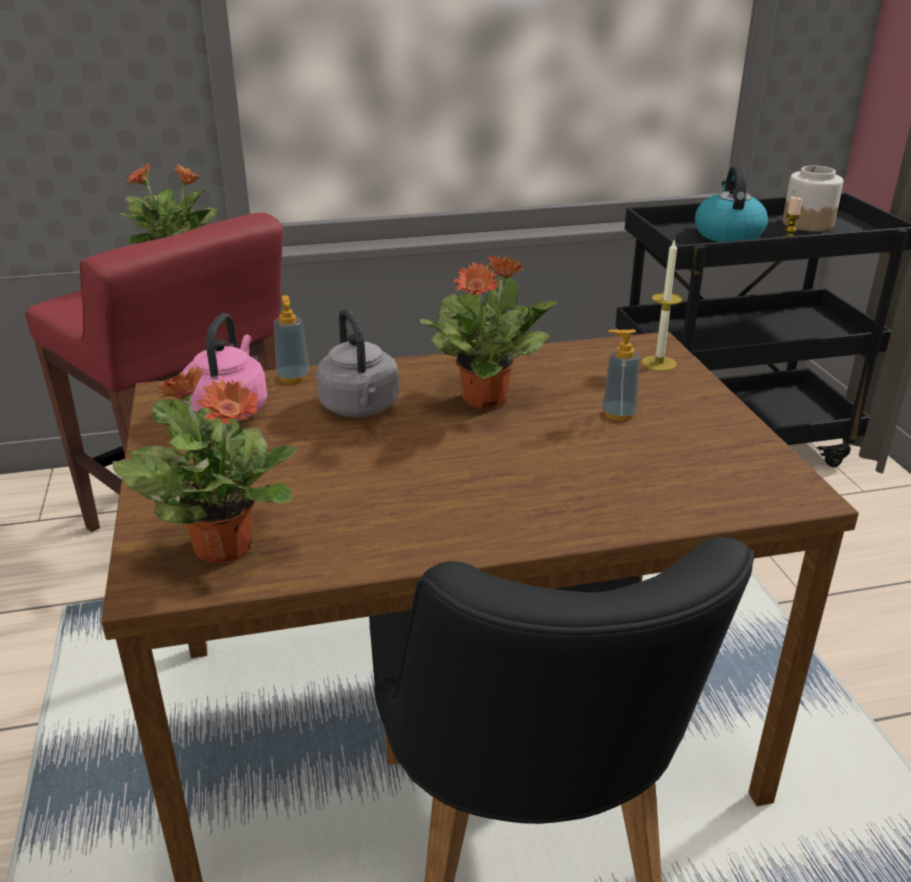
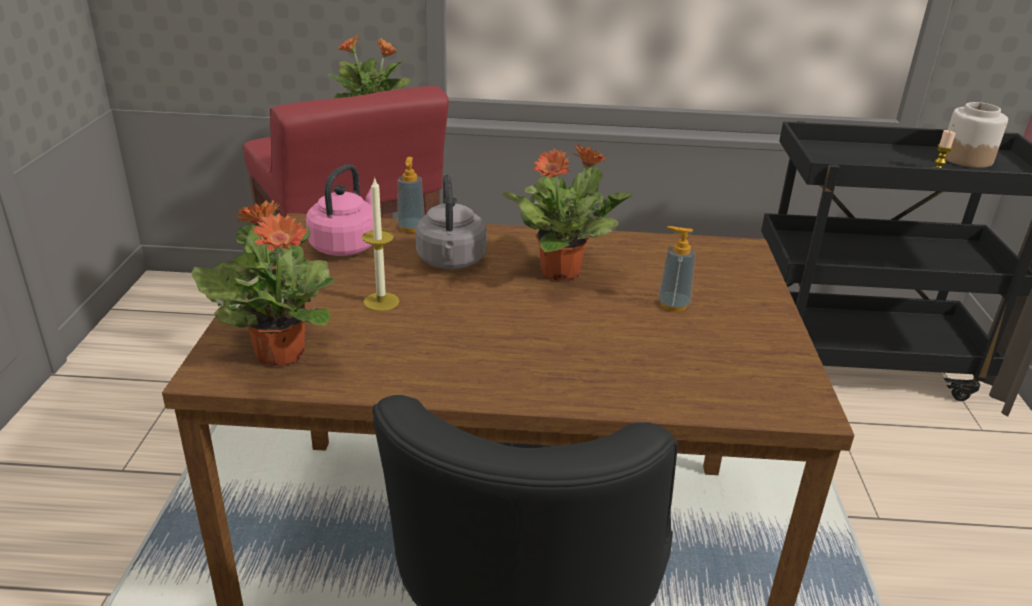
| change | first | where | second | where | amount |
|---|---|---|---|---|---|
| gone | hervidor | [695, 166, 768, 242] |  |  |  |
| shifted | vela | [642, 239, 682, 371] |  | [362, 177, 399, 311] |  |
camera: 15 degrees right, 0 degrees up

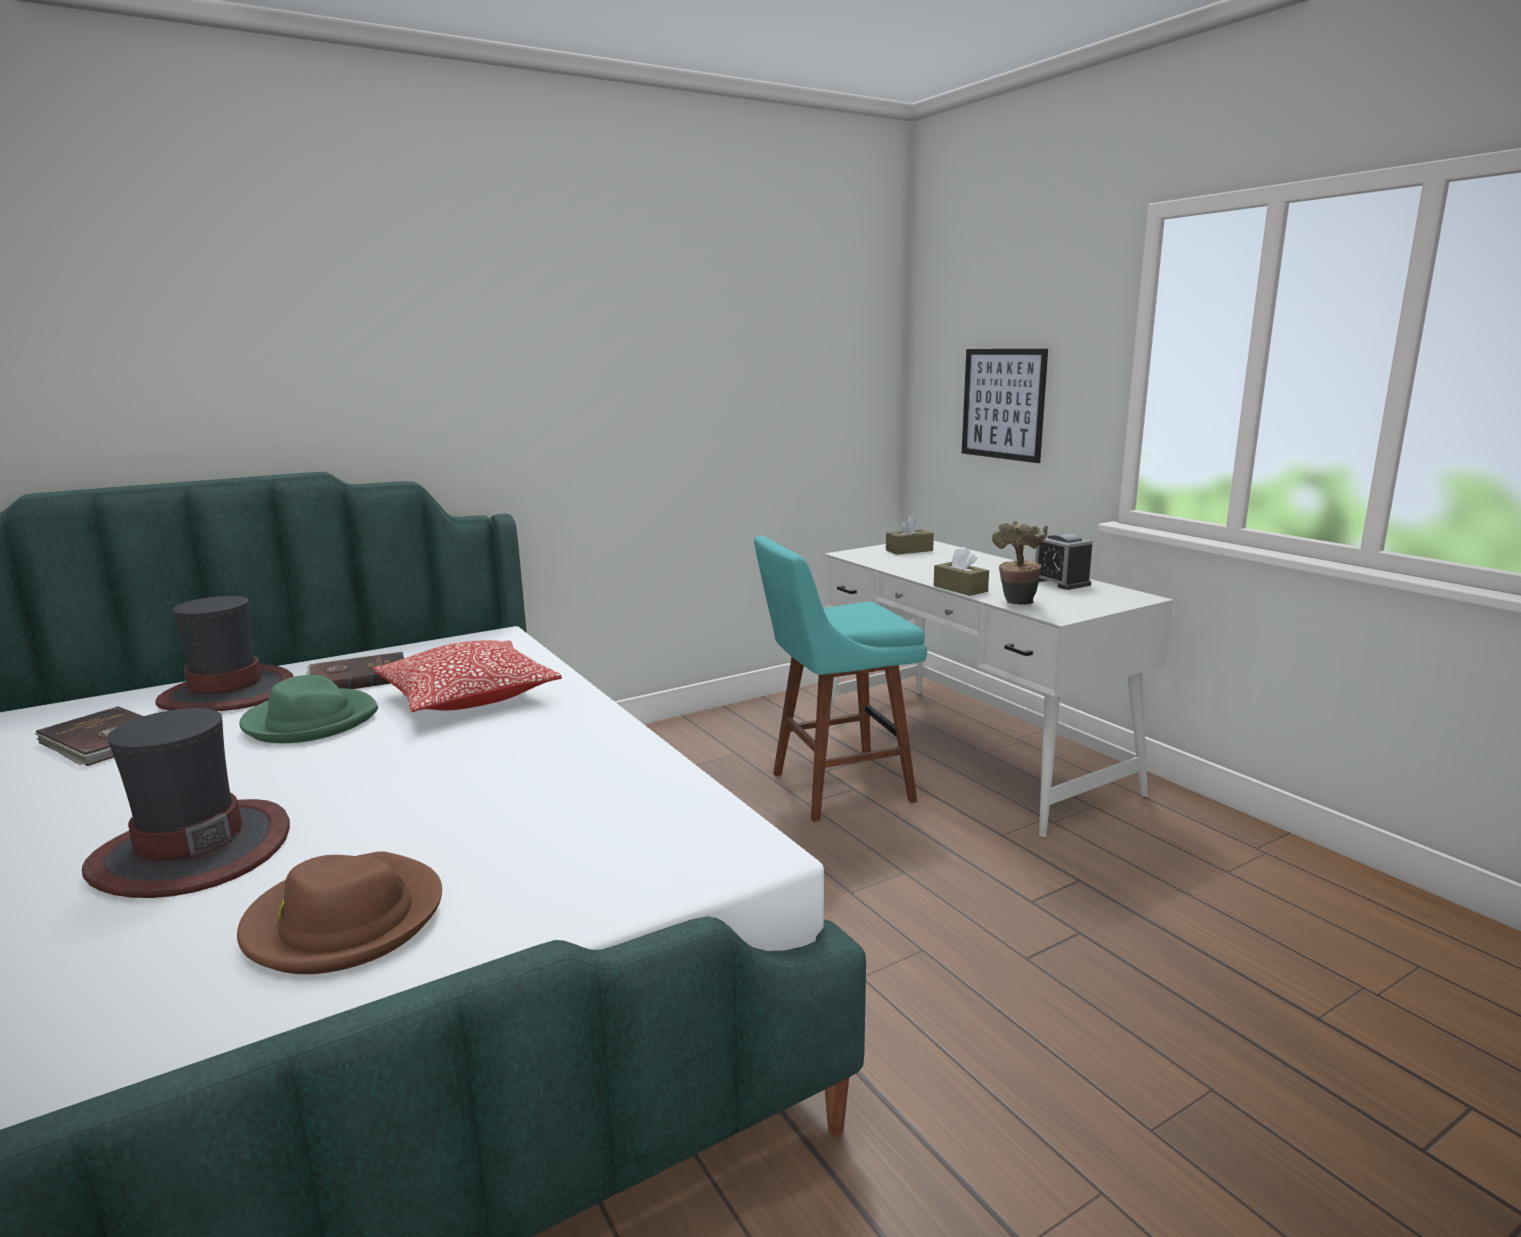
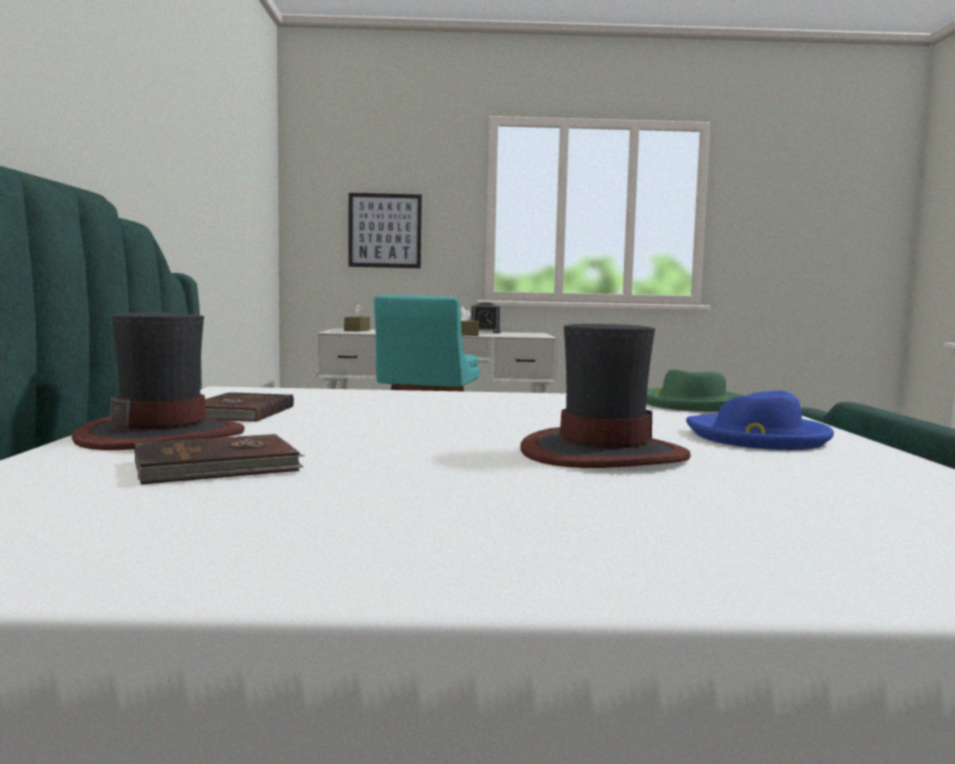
| change | first | where | second | where | amount |
|---|---|---|---|---|---|
| gone | cojín | [373, 640, 562, 712] |  |  |  |
| gone | planta en maceta | [992, 520, 1048, 605] |  |  |  |
| shifted | sombrero (verde) | [239, 675, 378, 743] |  | [646, 370, 745, 412] |  |
| repainted | sombrero (marrón) | [237, 851, 442, 974] | sombrero (azul) | [686, 391, 834, 450] |  |
camera: 60 degrees left, 10 degrees down

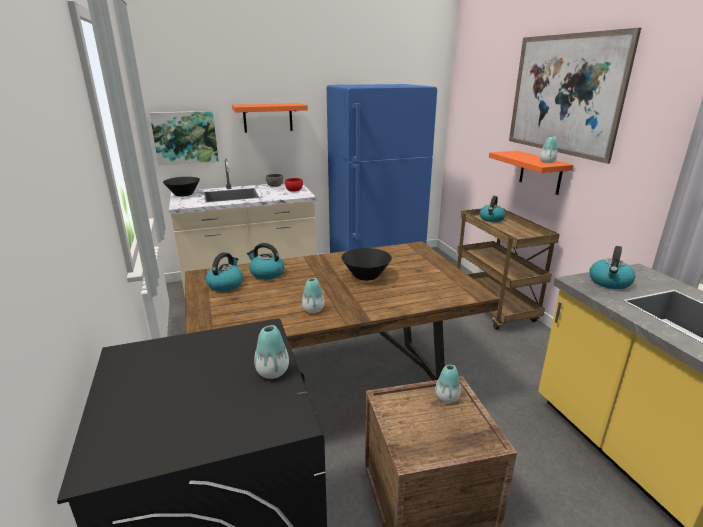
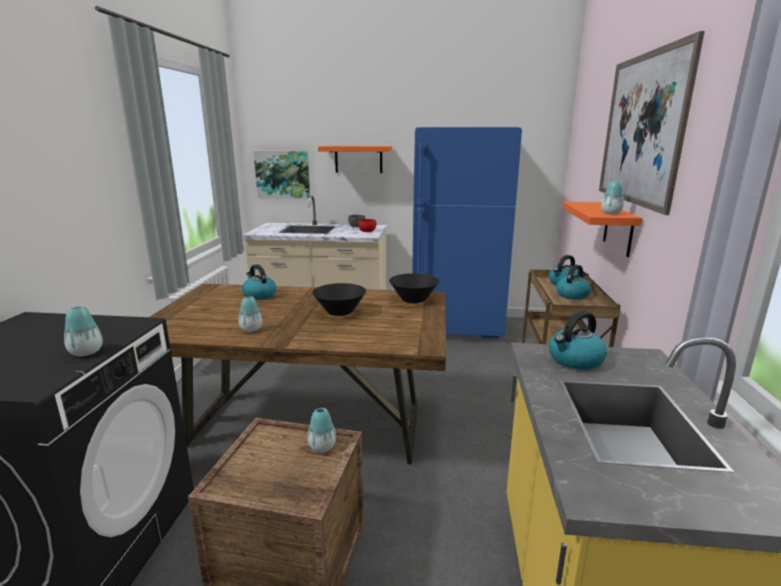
| change | first | where | second | where | amount |
|---|---|---|---|---|---|
| shifted | cuenco (negro) | [163, 177, 200, 197] |  | [389, 273, 439, 303] |  |
| shifted | hervidor | [206, 252, 243, 292] |  | [556, 265, 591, 300] |  |
camera: 25 degrees right, 5 degrees down

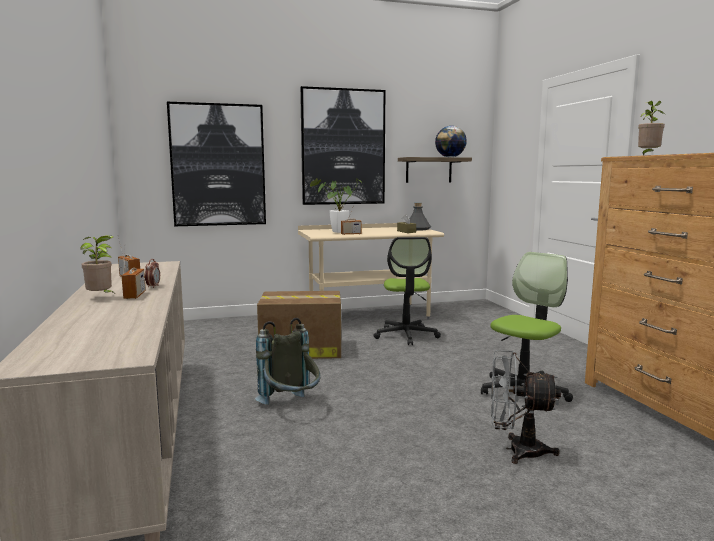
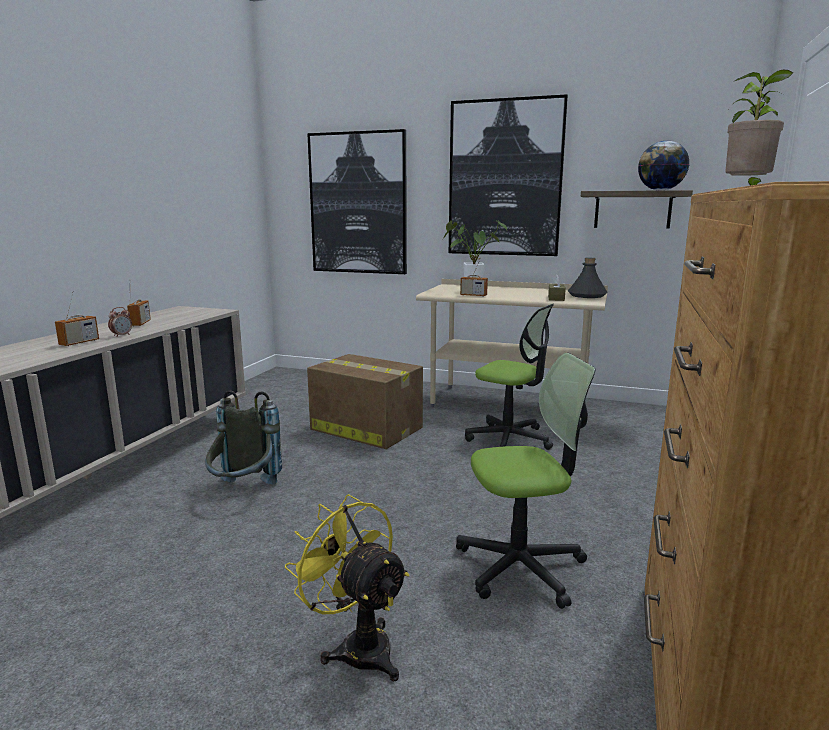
| change | first | where | second | where | amount |
|---|---|---|---|---|---|
| gone | planta en maceta | [80, 235, 114, 293] |  |  |  |
| repainted | ventilador (gris) | [491, 350, 561, 464] | ventilador (amarillo) | [285, 494, 409, 682] |  |
| rotated | silla de oficina | [373, 237, 441, 345] |  | [465, 304, 554, 450] | 90 degrees counterclockwise |
camera: 35 degrees right, 5 degrees up

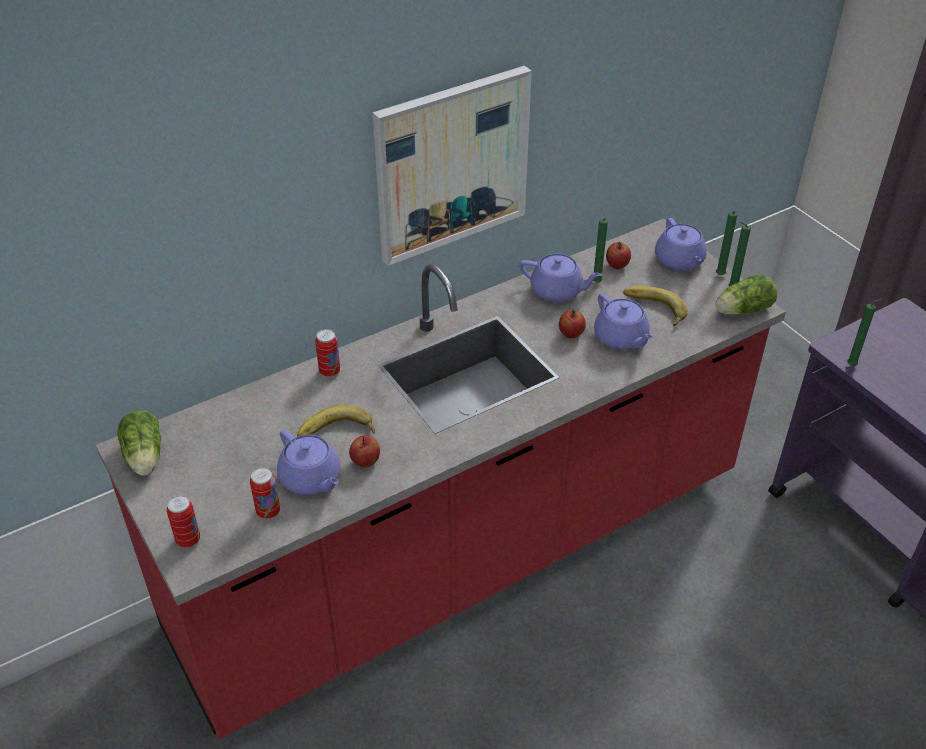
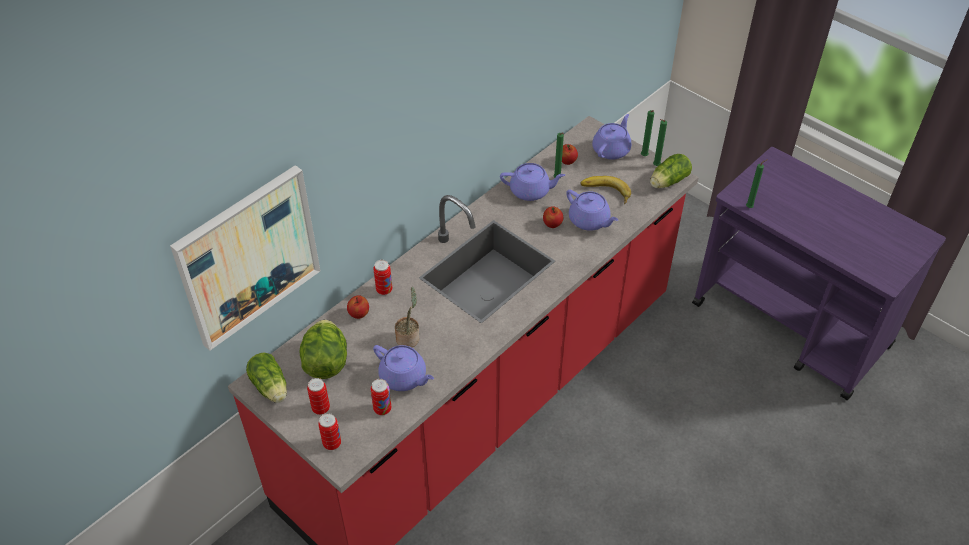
| change | first | where | second | where | amount |
|---|---|---|---|---|---|
| new |  |  | lechuga | [299, 320, 347, 379] |  |
| new |  |  | lata | [307, 378, 330, 415] |  |
| shifted | manzana | [349, 435, 380, 467] |  | [347, 295, 369, 319] |  |
| shifted | cuadro | [373, 66, 532, 266] |  | [170, 165, 320, 351] |  |
| swapped | plátano | [297, 405, 375, 437] | planta en maceta | [395, 287, 419, 348] |  |
| rotated | tetera (morado) | [655, 218, 707, 271] |  | [592, 114, 631, 160] | 120 degrees counterclockwise |
camera: 15 degrees left, 5 degrees up

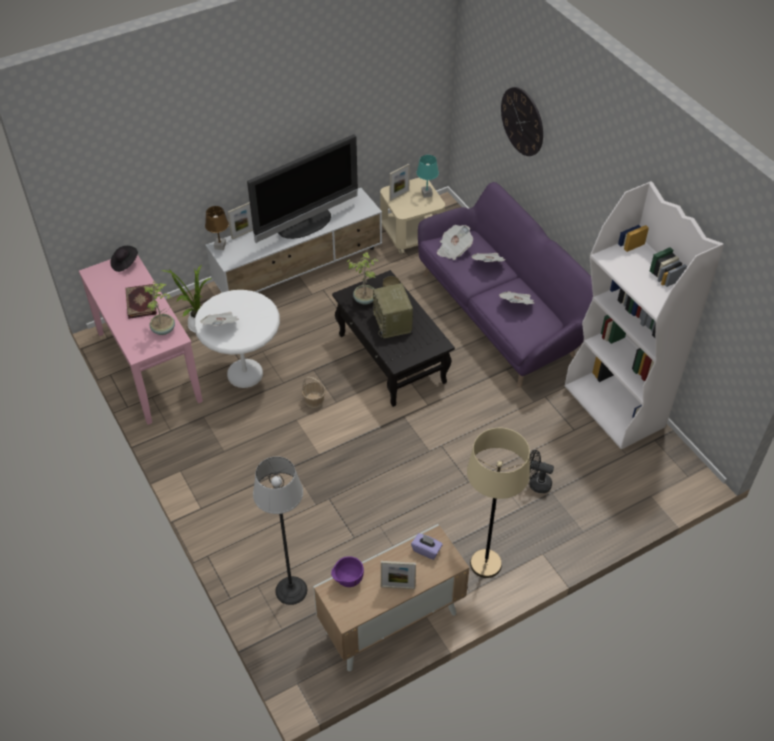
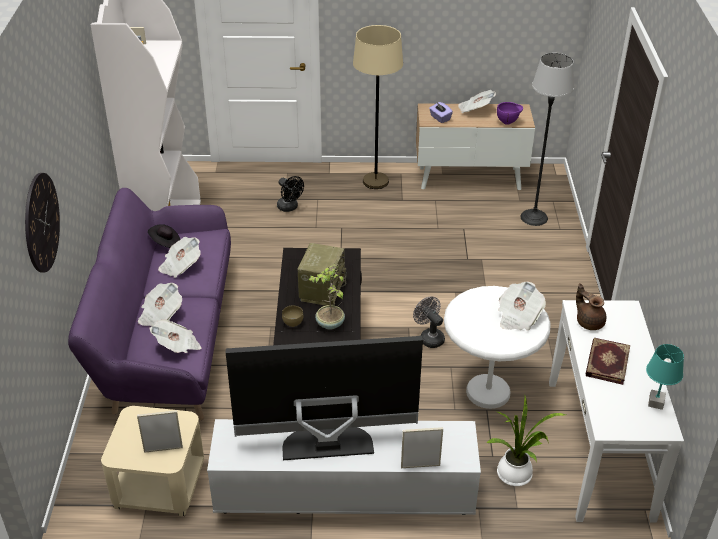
| change | first | where | second | where | amount |
|---|---|---|---|---|---|
| gone | lámpara de mesa (marrón) | [205, 206, 229, 250] |  |  |  |
| shifted | sombrero (negro) | [110, 246, 138, 272] |  | [148, 224, 180, 248] |  |
| shifted | lámpara de mesa (turquesa) | [416, 155, 439, 198] |  | [646, 344, 684, 410] |  |
| swapped | planta en maceta | [144, 281, 175, 335] | tetera (marrón) | [576, 283, 606, 330] |  |
| swapped | cesta | [302, 377, 326, 408] | ventilador (gris) | [413, 296, 445, 348] |  |
| swapped | portarretratos | [381, 561, 416, 589] | periódico | [458, 90, 496, 113] |  |
| repainted | mesa consola (rosa) | [79, 255, 203, 425] | mesa consola (blanco) | [549, 300, 684, 523] |  |
camera: 150 degrees left, 10 degrees down

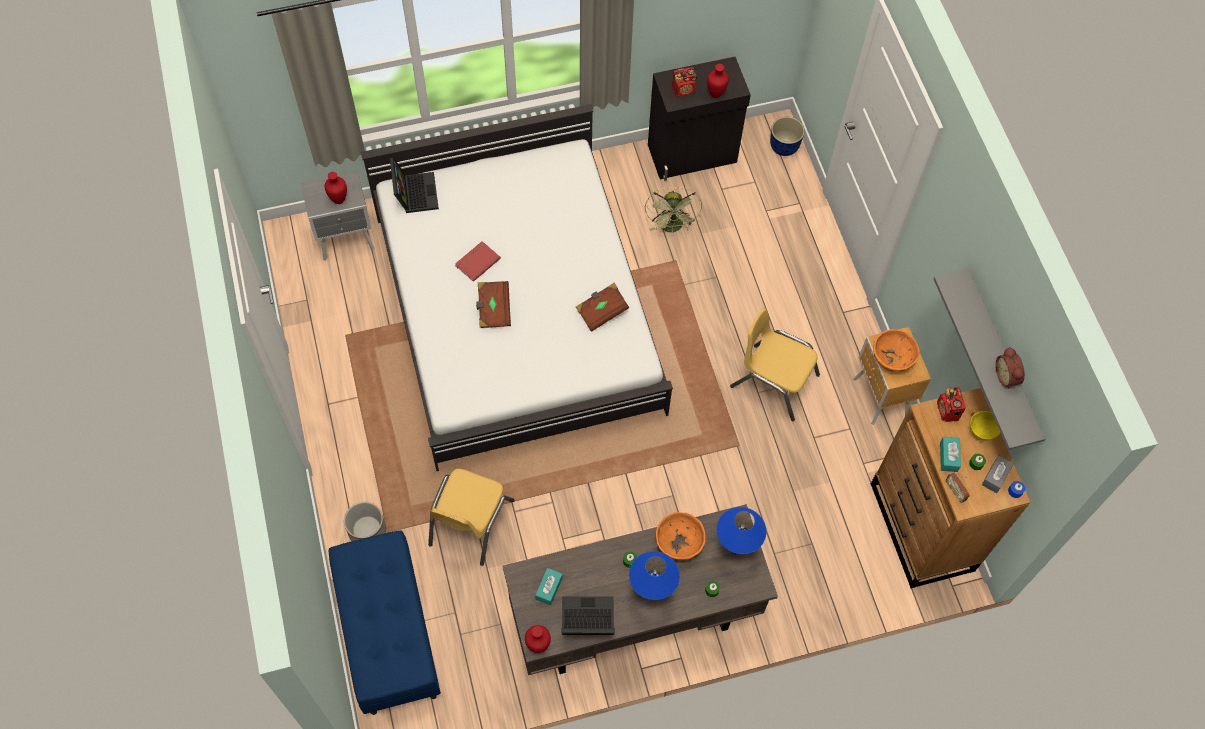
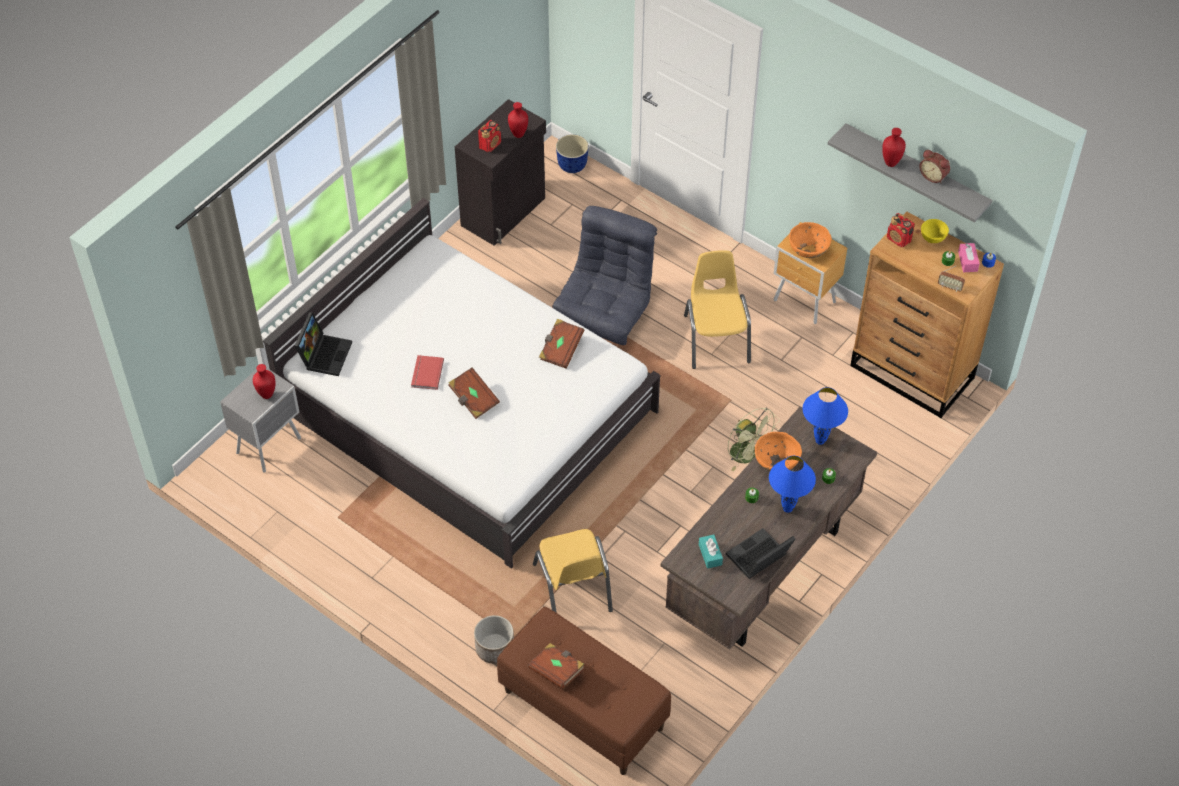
| change | first | where | second | where | amount |
|---|---|---|---|---|---|
| gone | caja de pañuelos (turquesa) | [940, 437, 961, 472] |  |  |  |
| new |  |  | libro (marrón) | [528, 643, 585, 689] |  |
| new |  |  | sillón (gris) | [552, 206, 657, 345] |  |
| shifted | florero (rojo) | [525, 625, 551, 653] |  | [882, 128, 906, 167] |  |
| shifted | ventilador (verde) | [645, 187, 702, 234] |  | [728, 408, 780, 472] |  |
| repainted | banco (azul) | [329, 530, 441, 715] | banco (marrón) | [497, 607, 671, 775] |  |
| repainted | caja de pañuelos (gris) | [982, 456, 1014, 493] | caja de pañuelos (rosa) | [958, 243, 980, 272] |  |
| rotated | portátil | [390, 157, 439, 213] |  | [295, 312, 352, 376] | 60 degrees clockwise |
| rotated | silla (amarillo) | [730, 308, 820, 421] |  | [684, 250, 751, 369] | 90 degrees clockwise |
camera: 35 degrees left, 10 degrees down

